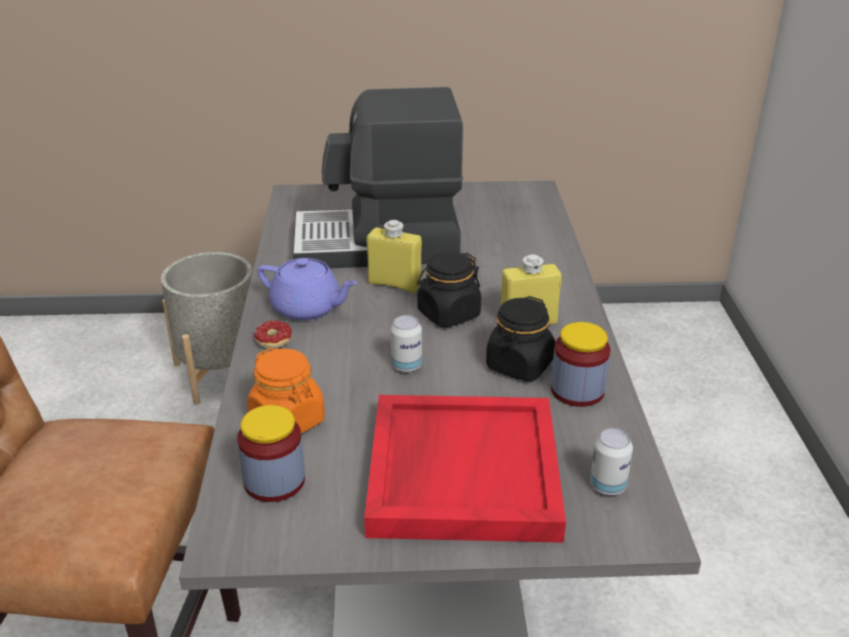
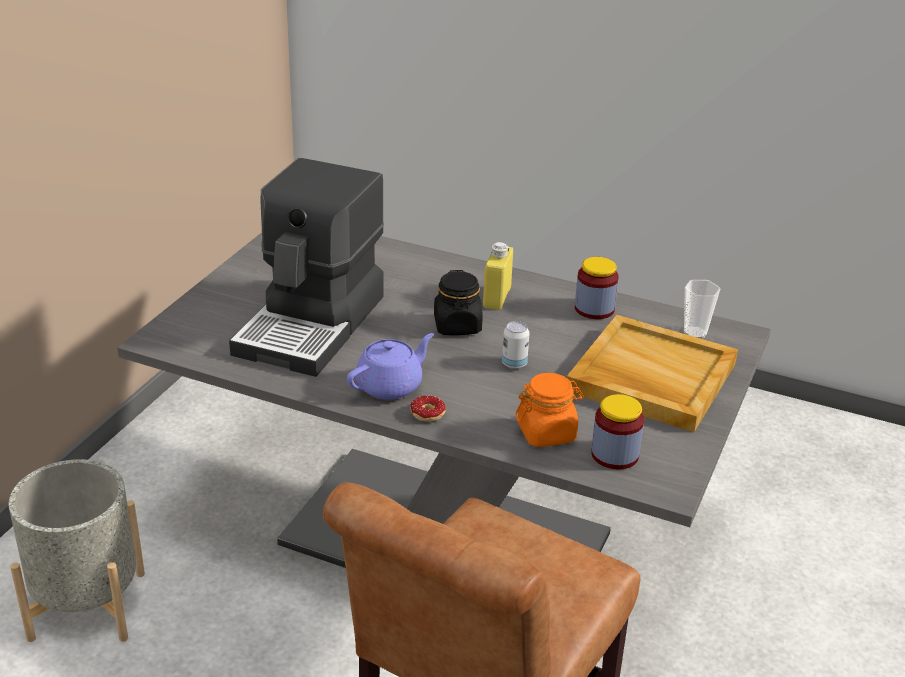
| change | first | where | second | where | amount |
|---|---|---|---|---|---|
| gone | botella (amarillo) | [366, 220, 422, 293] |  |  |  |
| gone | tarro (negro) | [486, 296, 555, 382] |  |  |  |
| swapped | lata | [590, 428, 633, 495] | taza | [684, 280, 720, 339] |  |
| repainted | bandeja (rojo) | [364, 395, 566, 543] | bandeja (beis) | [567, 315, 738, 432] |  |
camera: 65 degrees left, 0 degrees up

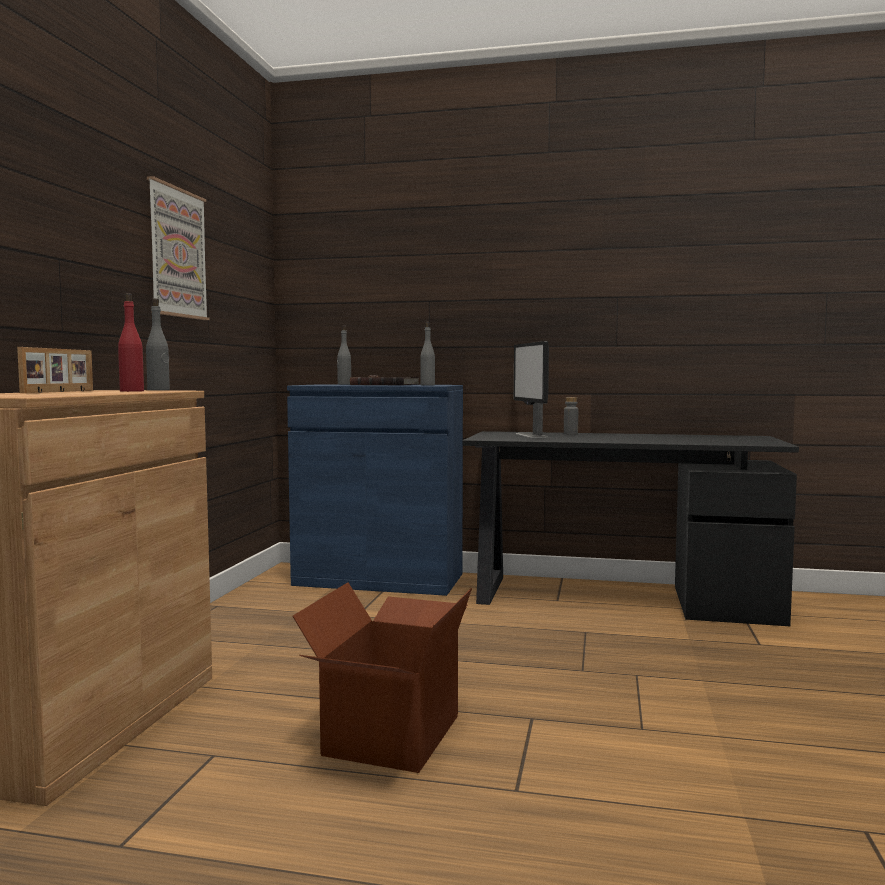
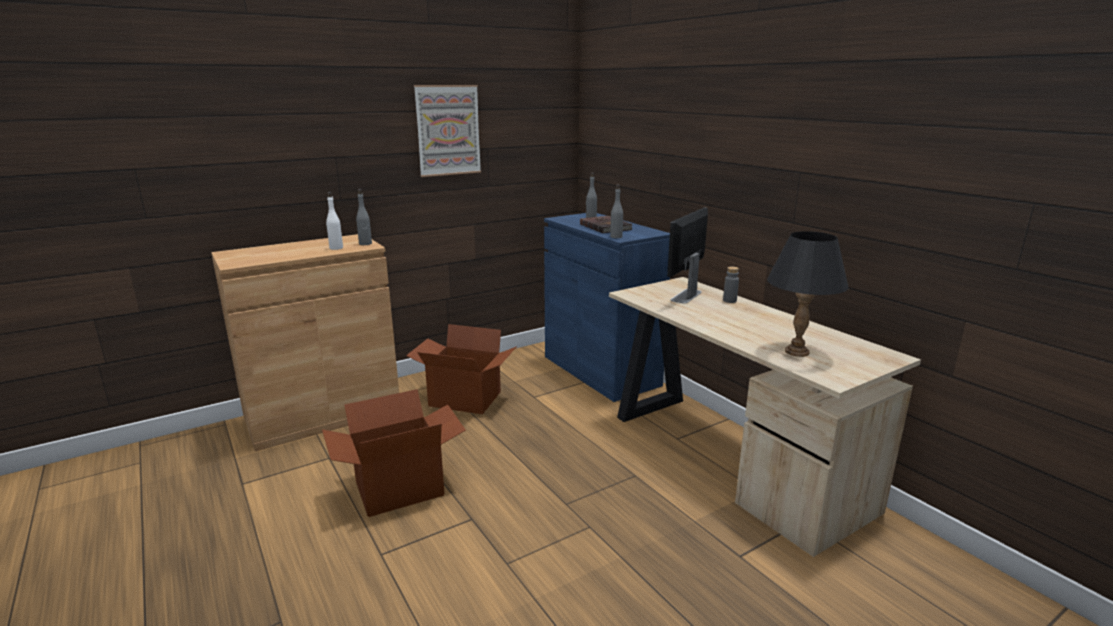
| change | first | where | second | where | amount |
|---|---|---|---|---|---|
| gone | portarretratos | [17, 347, 93, 393] |  |  |  |
| new |  |  | caja de cartón | [406, 324, 517, 414] |  |
| new |  |  | lámpara de mesa (negro) | [767, 231, 848, 357] |  |
| repainted | botella (rojo) | [118, 293, 144, 392] | botella (blanco) | [326, 192, 343, 250] |  |
| repainted | escritorio (negro) | [462, 431, 799, 626] | escritorio (beis) | [609, 277, 921, 557] |  |
camera: 45 degrees right, 15 degrees up

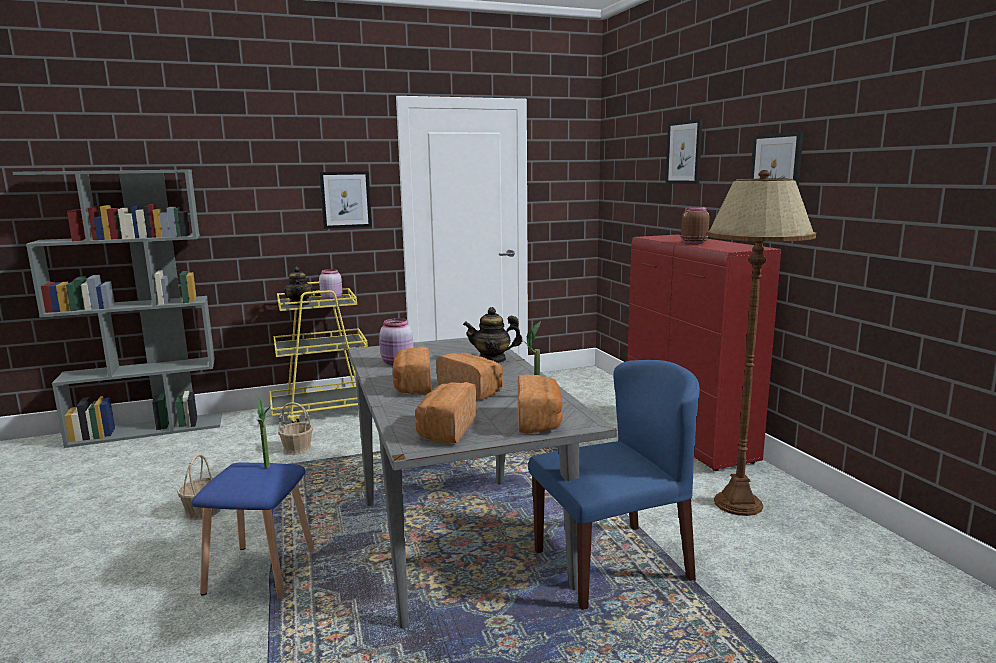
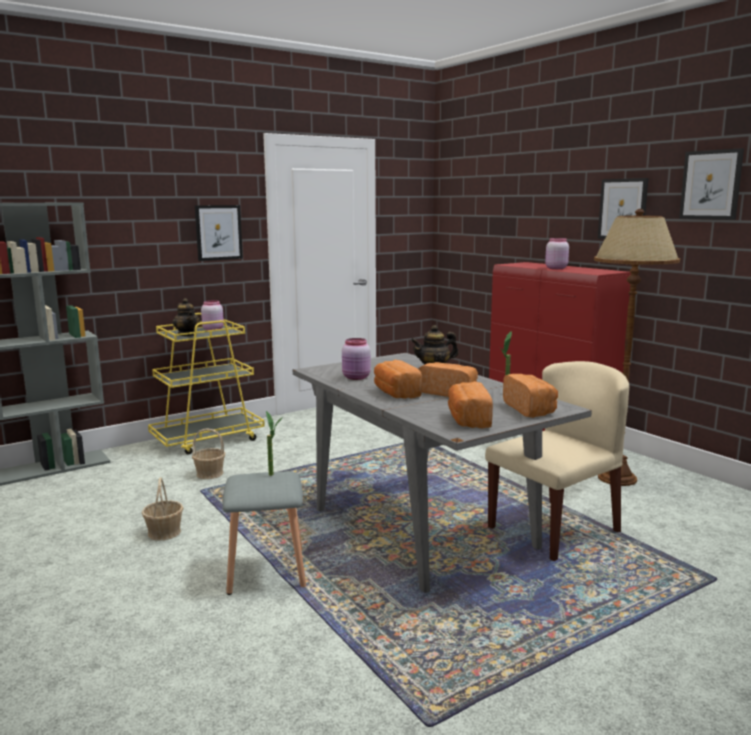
| change | first | where | second | where | amount |
|---|---|---|---|---|---|
| shifted | cuadro | [665, 119, 703, 184] |  | [679, 148, 744, 220] |  |
| repainted | taburete (azul) | [192, 463, 315, 599] | taburete (gris) | [223, 471, 306, 595] |  |
| repainted | silla (azul) | [528, 360, 700, 610] | silla (beis) | [485, 361, 629, 561] |  |
| repainted | tarro (marrón) | [681, 207, 710, 244] | tarro (rosa) | [545, 238, 569, 269] |  |
camera: 15 degrees left, 0 degrees up

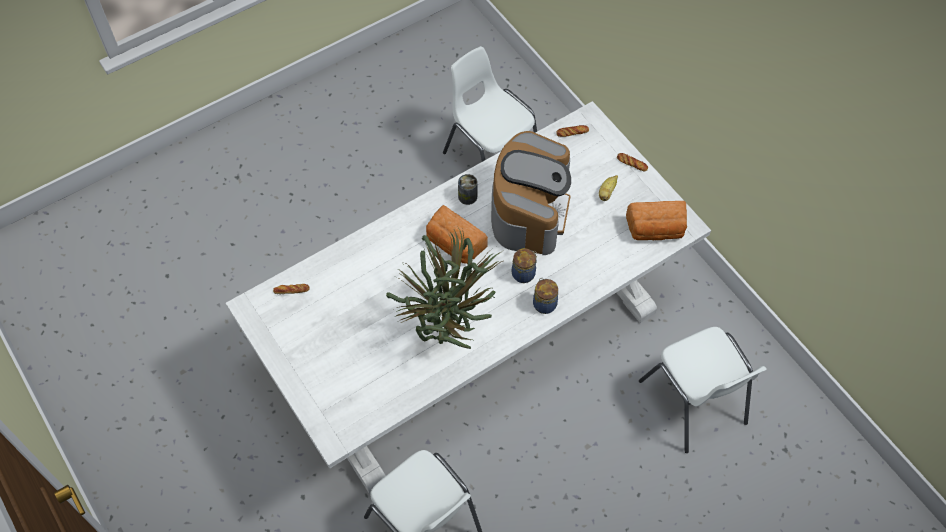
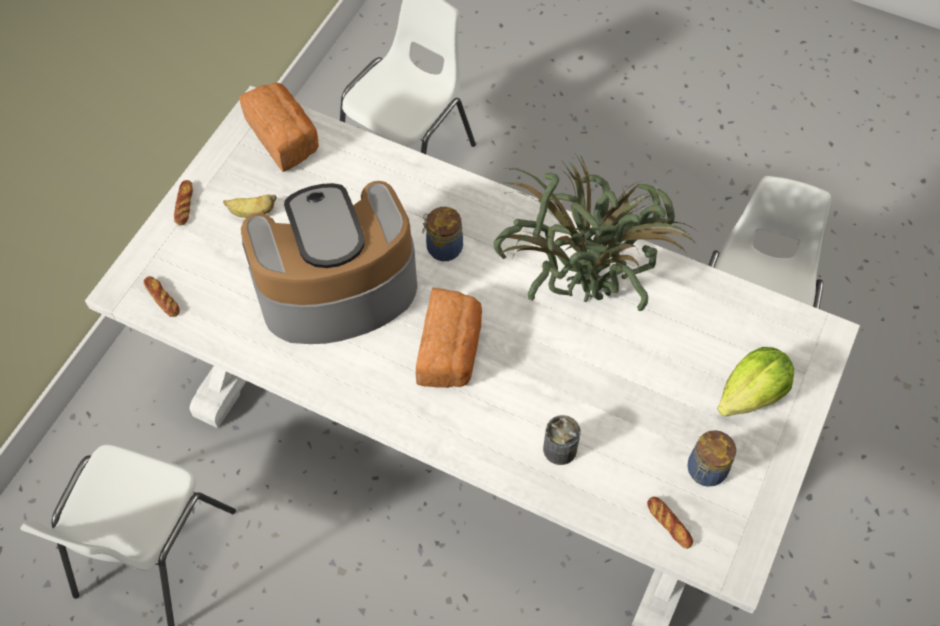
| change | first | where | second | where | amount |
|---|---|---|---|---|---|
| new |  |  | lechuga | [717, 347, 794, 417] |  |
| shifted | lata | [458, 174, 477, 205] |  | [543, 415, 581, 465] |  |
| shifted | tarro | [533, 278, 558, 314] |  | [687, 430, 736, 487] |  |
camera: 120 degrees left, 0 degrees up

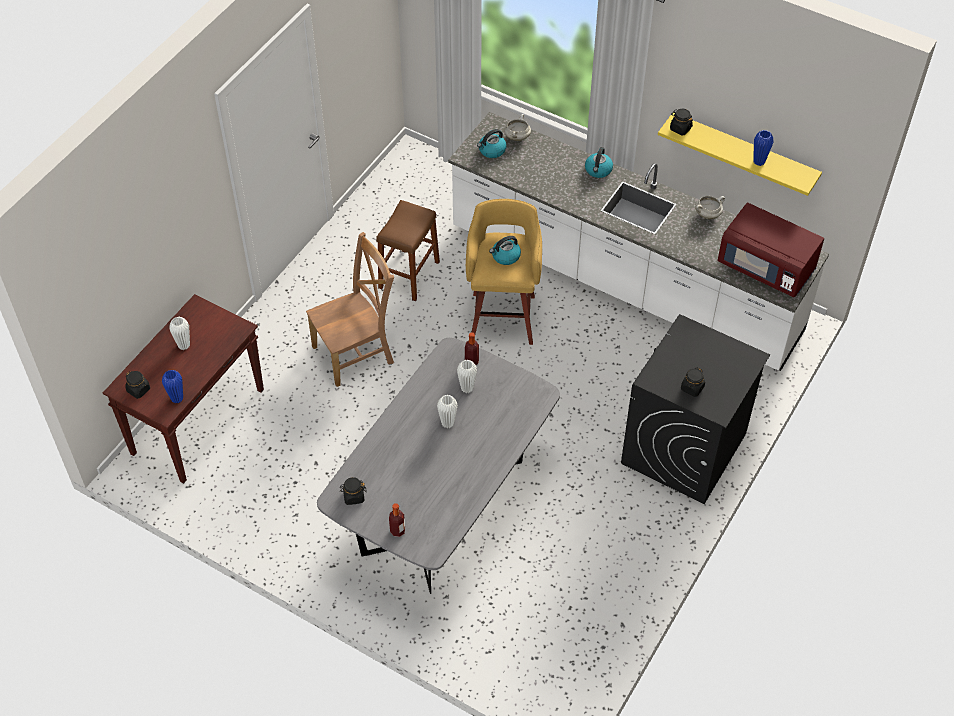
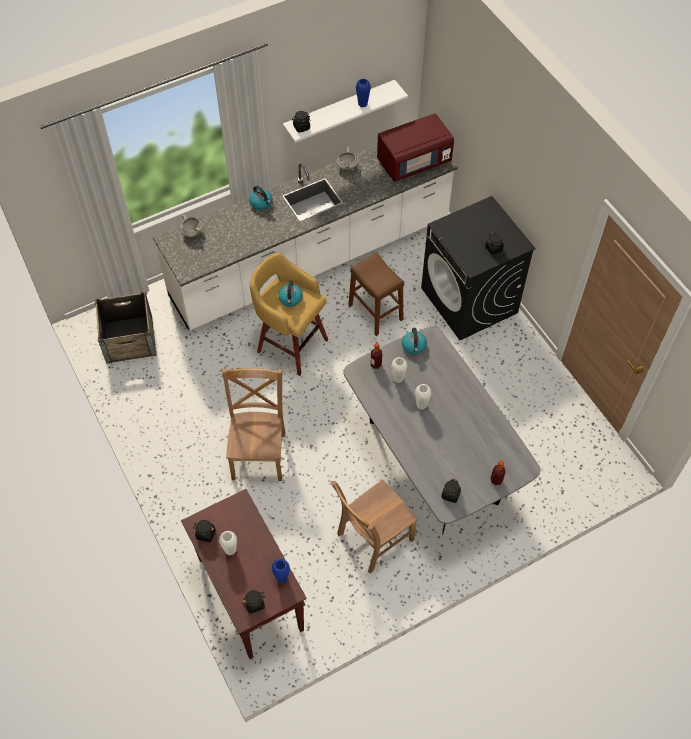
| change | first | where | second | where | amount |
|---|---|---|---|---|---|
| new |  |  | caja de embalaje | [95, 292, 157, 364] |  |
| new |  |  | tarro (negro) | [193, 520, 216, 542] |  |
| new |  |  | silla (marrón) | [330, 480, 418, 574] |  |
| shifted | taburete (marrón) | [376, 200, 440, 301] |  | [348, 253, 404, 336] |  |
| shifted | hervidor | [477, 129, 507, 158] |  | [402, 328, 427, 354] |  |
| repainted | estante (amarillo) | [658, 113, 822, 196] | estante (blanco) | [283, 80, 408, 143] |  |
camera: 60 degrees left, 5 degrees up

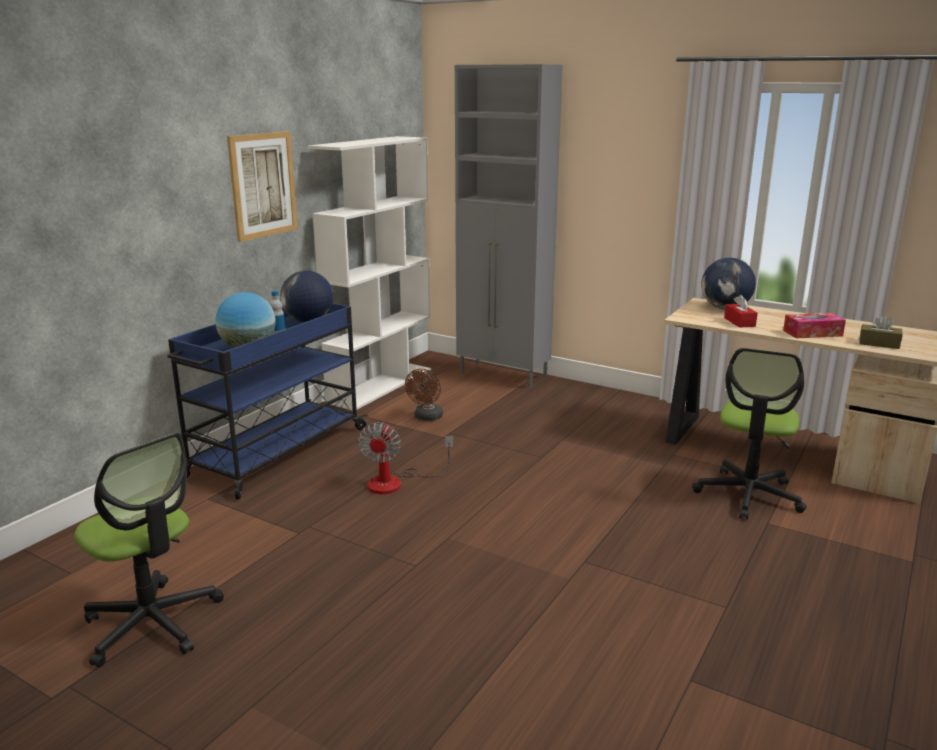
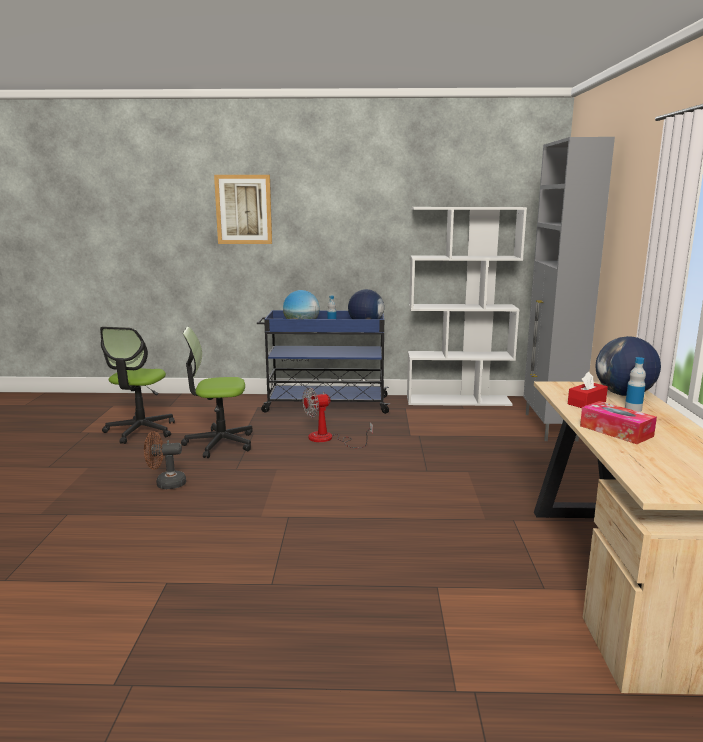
| change | first | where | second | where | amount |
|---|---|---|---|---|---|
| gone | caja de pañuelos (marrón) | [859, 314, 903, 349] |  |  |  |
| new |  |  | botella | [625, 357, 646, 412] |  |
| shifted | cuadro | [227, 131, 298, 242] |  | [214, 175, 272, 244] |  |
| shifted | ventilador (marrón) | [405, 369, 443, 421] |  | [144, 431, 186, 489] |  |
| shifted | silla de oficina | [692, 348, 807, 519] |  | [181, 327, 253, 458] |  |
camera: 60 degrees right, 5 degrees down

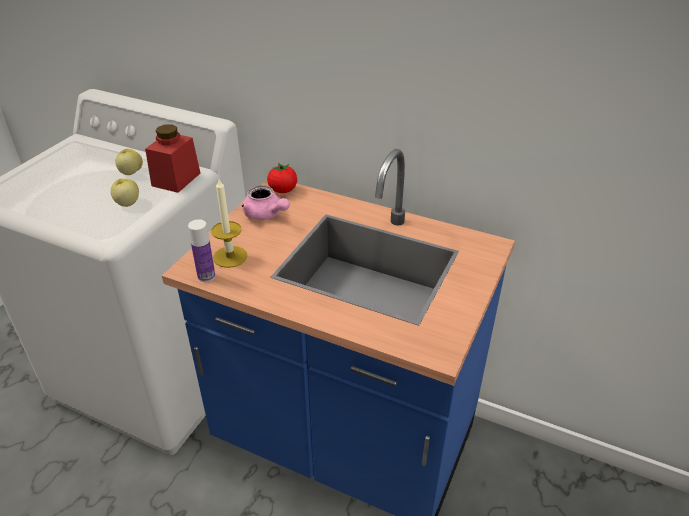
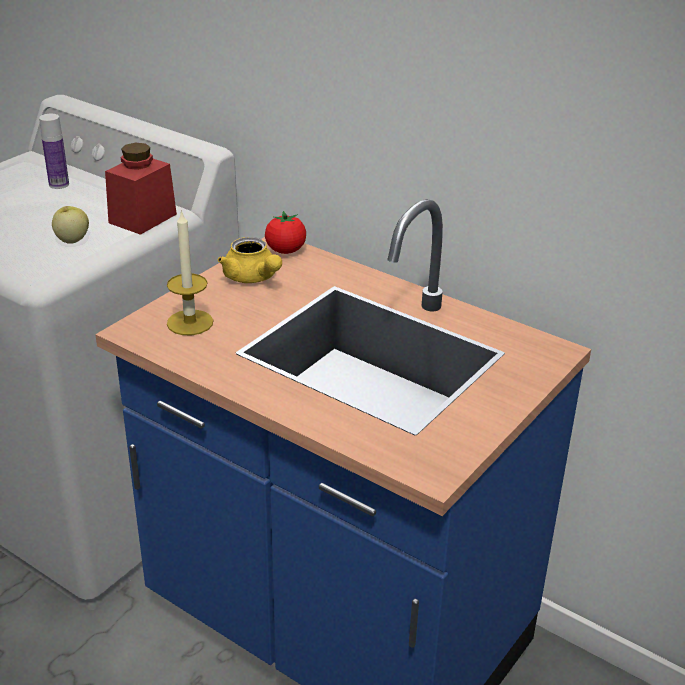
| change | first | where | second | where | amount |
|---|---|---|---|---|---|
| gone | manzana | [116, 149, 143, 175] |  |  |  |
| shifted | botella | [188, 219, 216, 282] |  | [39, 114, 69, 189] |  |
| repainted | tetera (rosa) | [241, 185, 290, 220] | tetera (amarillo) | [218, 237, 282, 283] |  |
camera: 10 degrees right, 5 degrees down

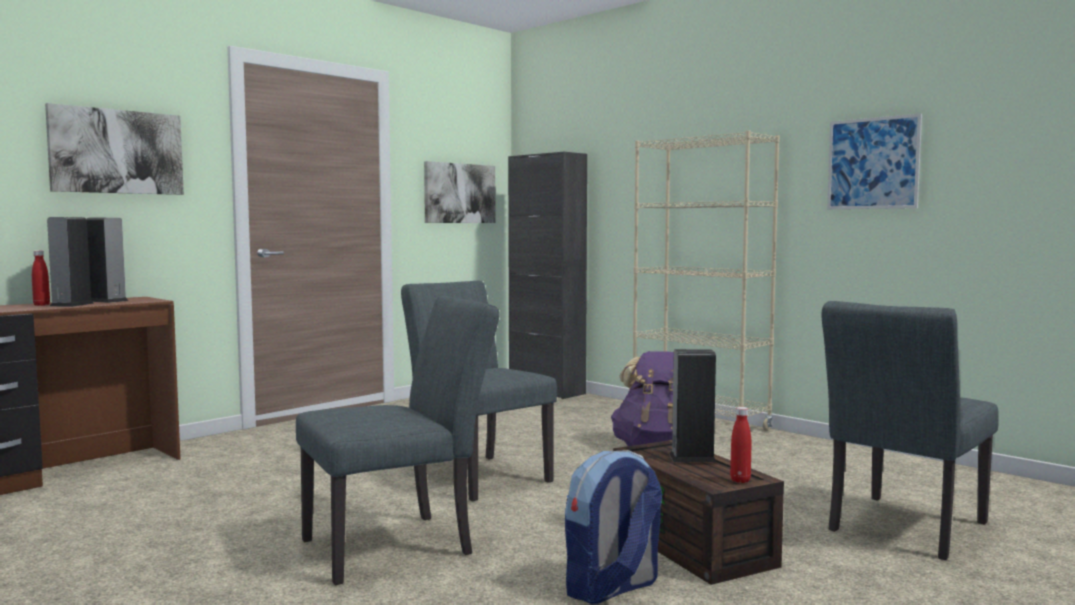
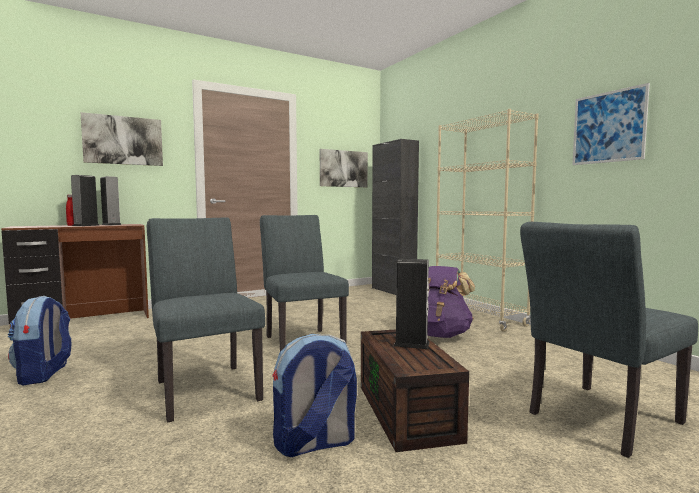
| change | first | where | second | where | amount |
|---|---|---|---|---|---|
| gone | botella (rojo) | [730, 407, 752, 483] |  |  |  |
| new |  |  | mochila | [8, 296, 71, 386] |  |
| rotated | silla (gris) | [296, 296, 500, 585] |  | [147, 217, 265, 423] | 105 degrees counterclockwise |
camera: 15 degrees right, 0 degrees up

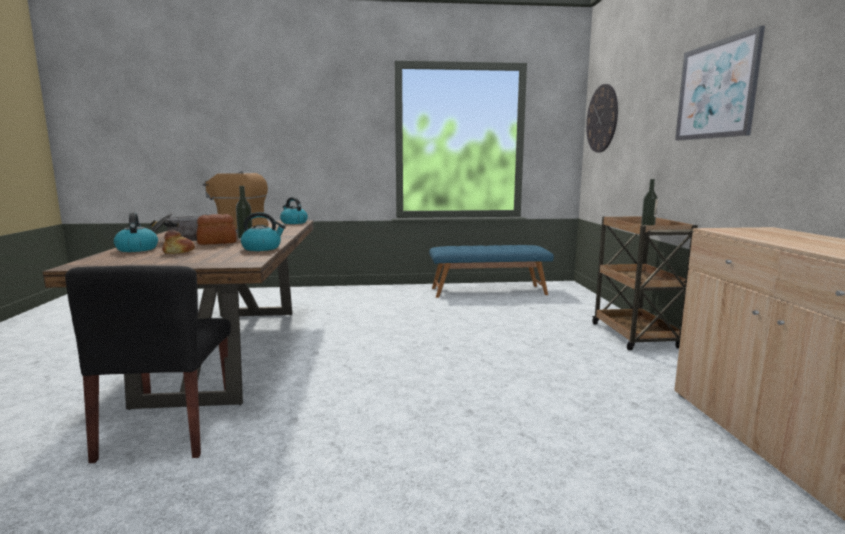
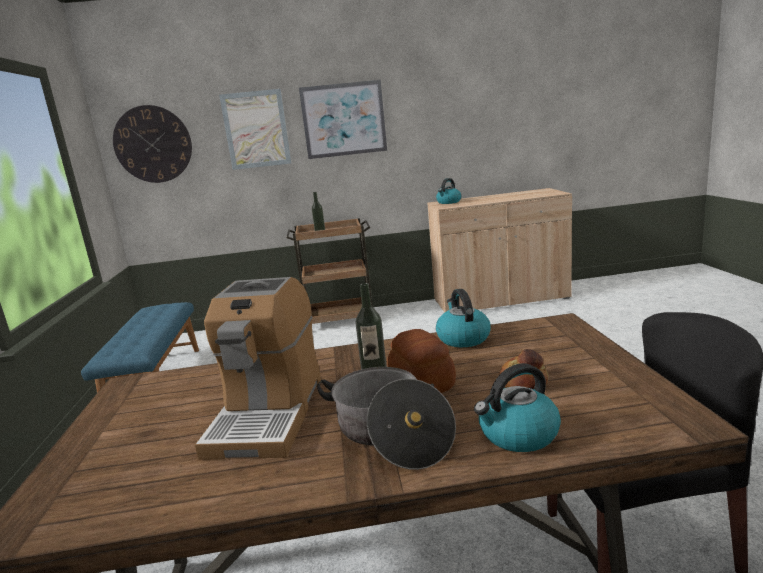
| change | first | where | second | where | amount |
|---|---|---|---|---|---|
| new |  |  | cuadro | [219, 89, 291, 170] |  |
| shifted | hervidor | [280, 197, 308, 224] |  | [436, 178, 461, 204] |  |
camera: 90 degrees left, 5 degrees up

